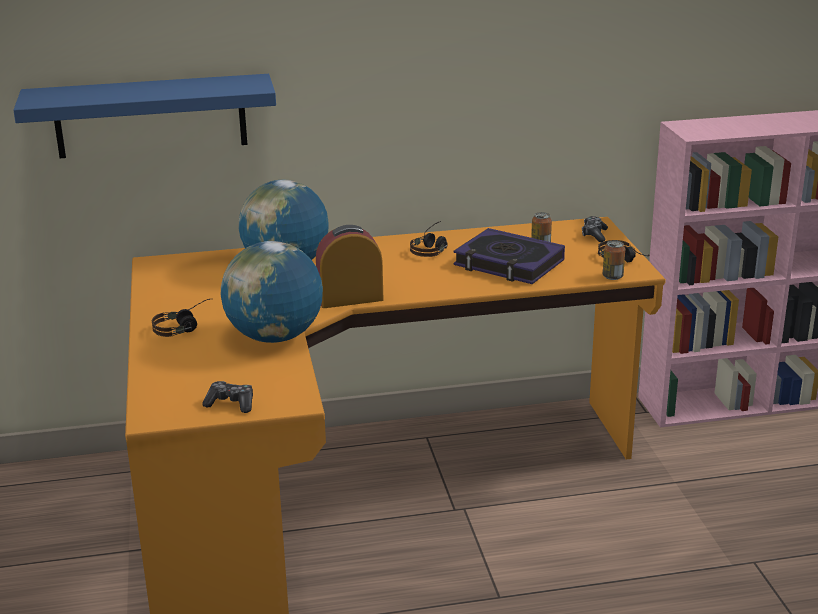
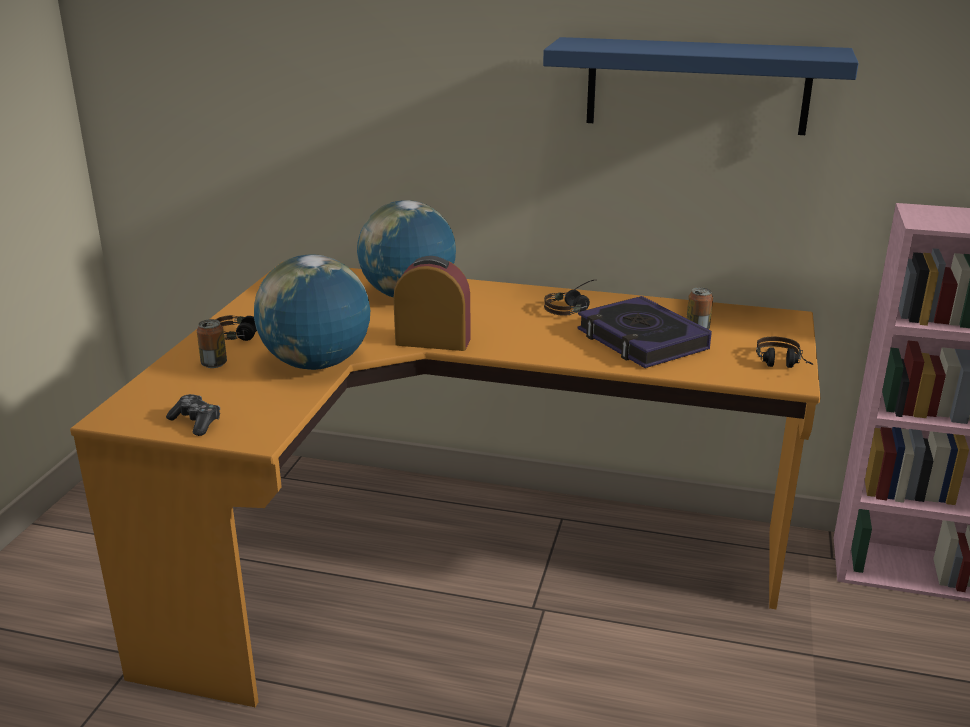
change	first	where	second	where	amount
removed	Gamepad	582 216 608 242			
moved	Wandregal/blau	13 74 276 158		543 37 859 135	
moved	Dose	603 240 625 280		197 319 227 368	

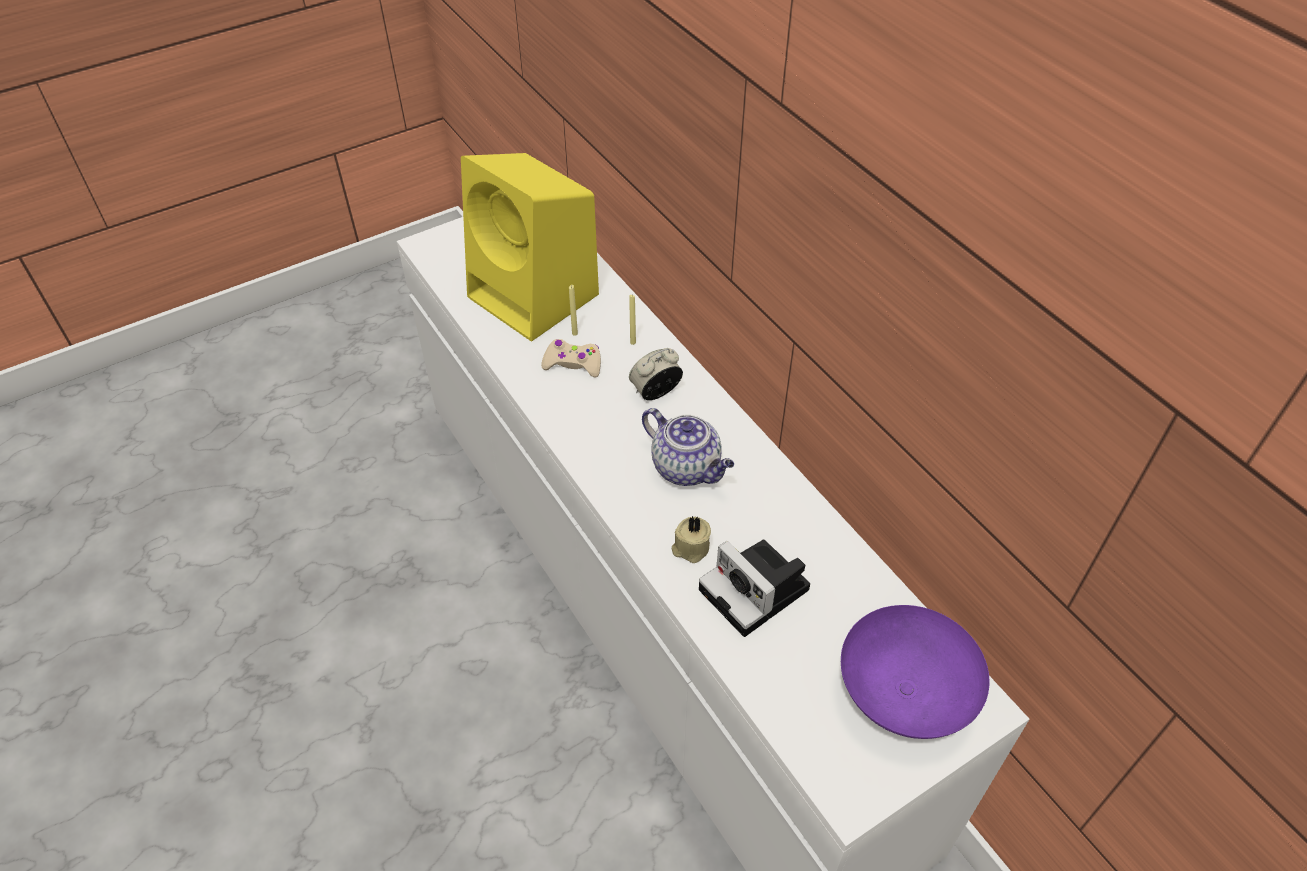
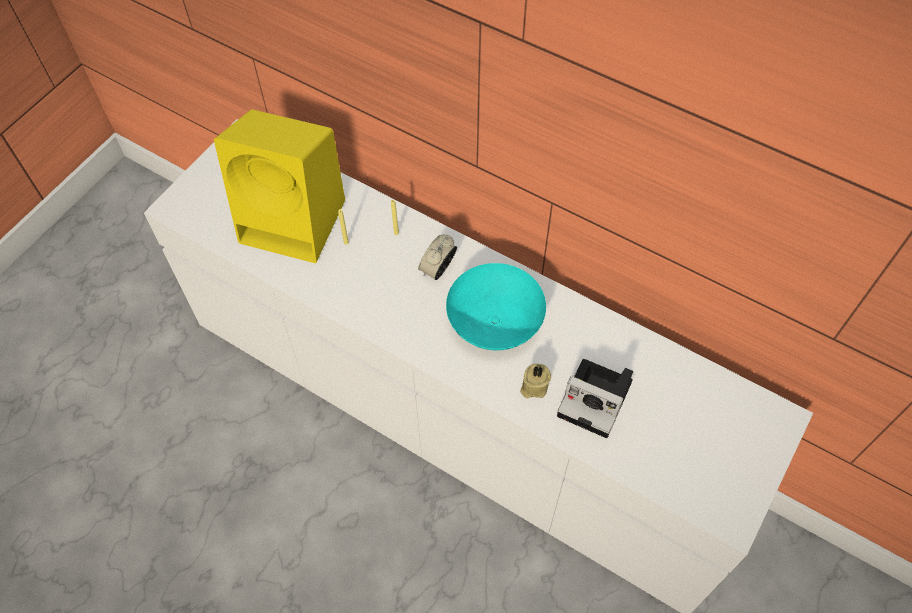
change	first	where	second	where	amount
removed	Gamepad/beige	541 339 601 377			
removed	Schüssel/lila	841 605 990 739			
replaced	Teekanne	642 408 734 486	Schüssel/türkis	446 263 546 350	

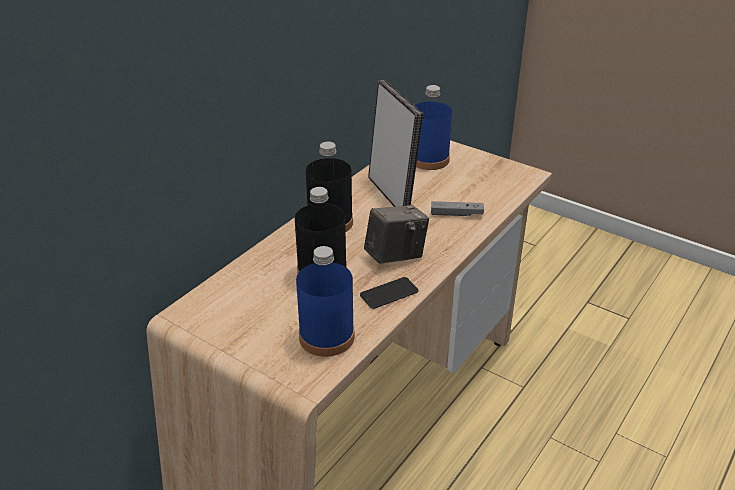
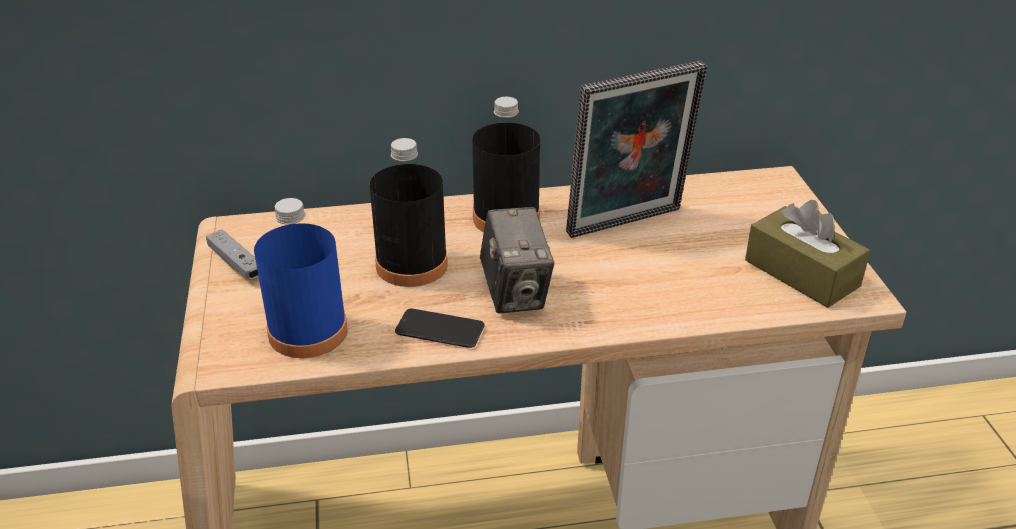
change	first	where	second	where	amount
removed	Flasche/blau	414 85 452 170			
added			Taschentuchbox/braun	745 200 870 308	
moved	Gamepad/grau	431 201 484 216		206 230 259 280	
turned	Kamera	364 205 429 264		480 207 554 314	60 degrees clockwise
turned	Bilderrahmen	368 80 423 207		566 61 707 238	45 degrees clockwise

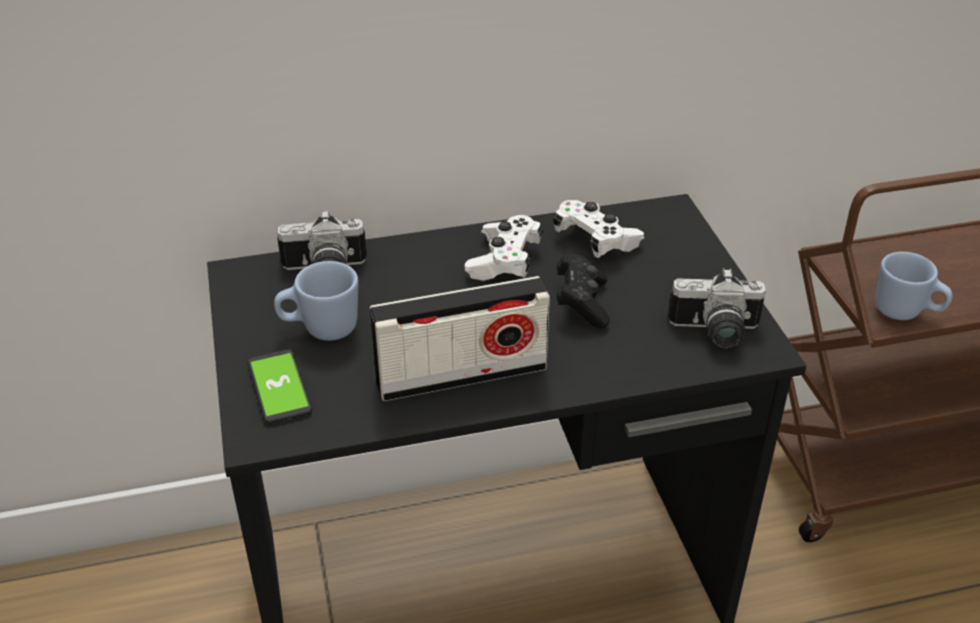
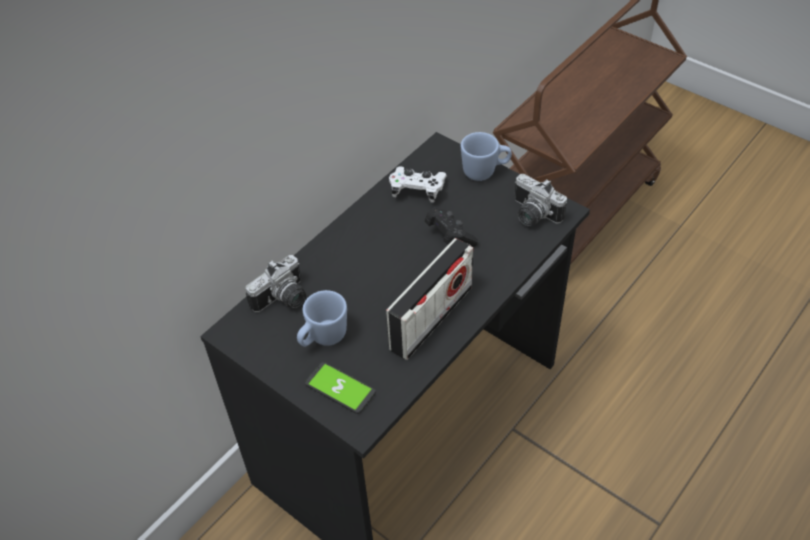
change	first	where	second	where	amount
removed	Gamepad/weiß	465 215 544 281			
moved	Henkelbecher/blau	876 252 952 320		461 132 512 181	
turned	Kamera	668 268 766 348		515 174 567 226	75 degrees clockwise

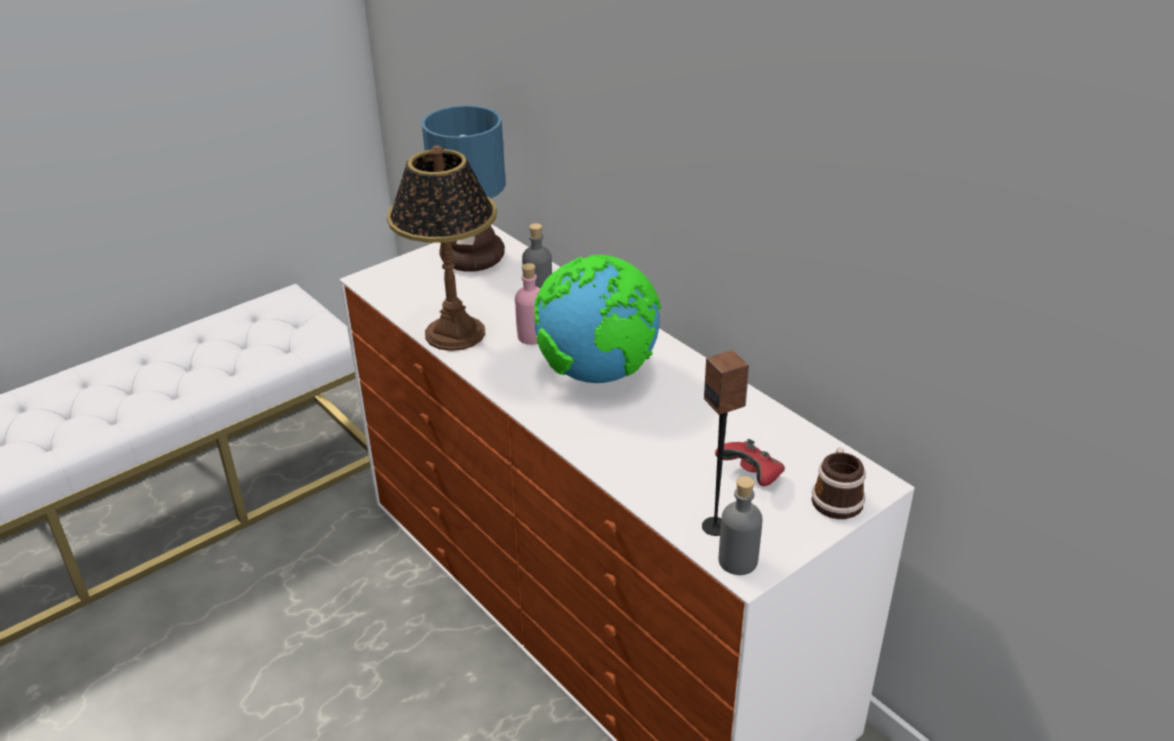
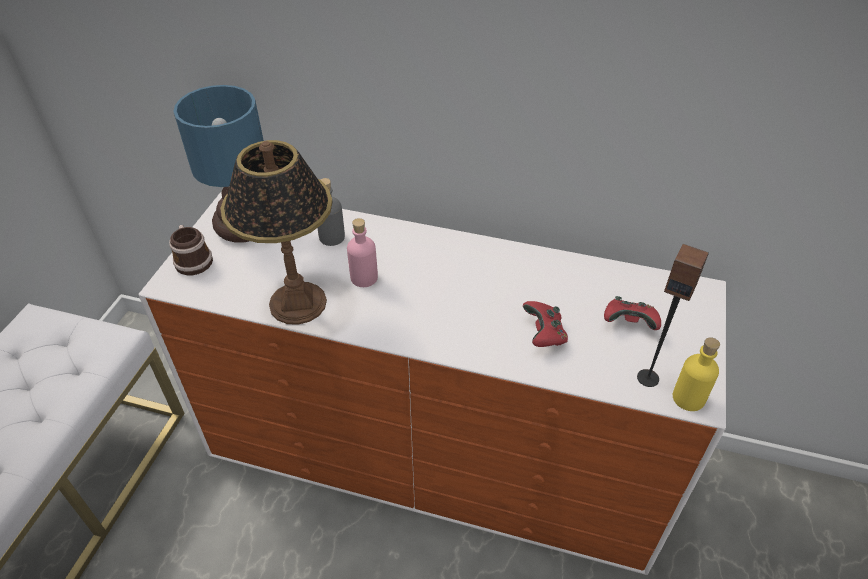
change	first	where	second	where	amount
removed	Globus	534 254 661 383			
added			Gamepad/rot	523 301 568 347	
moved	Henkelbecher	812 448 866 519		169 225 213 275	
recoloured	Flasche/grau	719 476 763 575	Flasche/gelb	673 337 720 411	

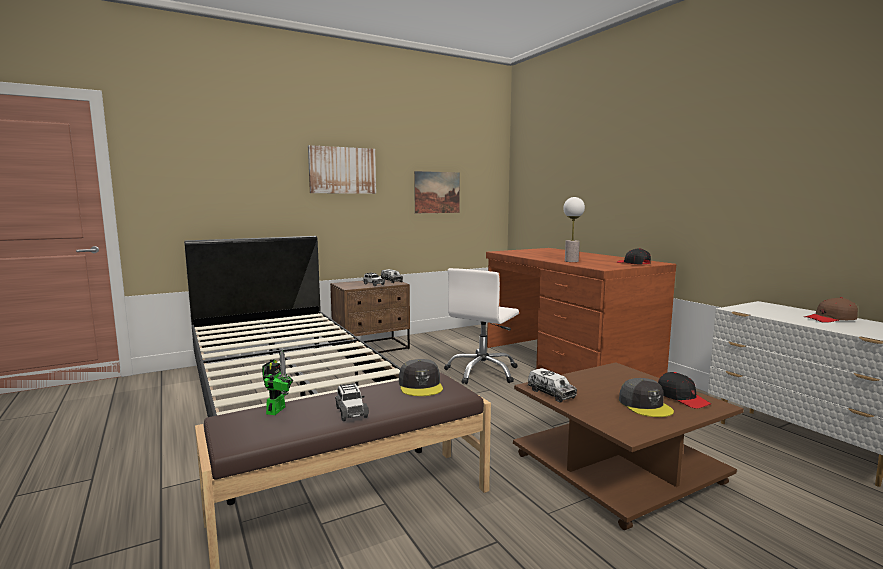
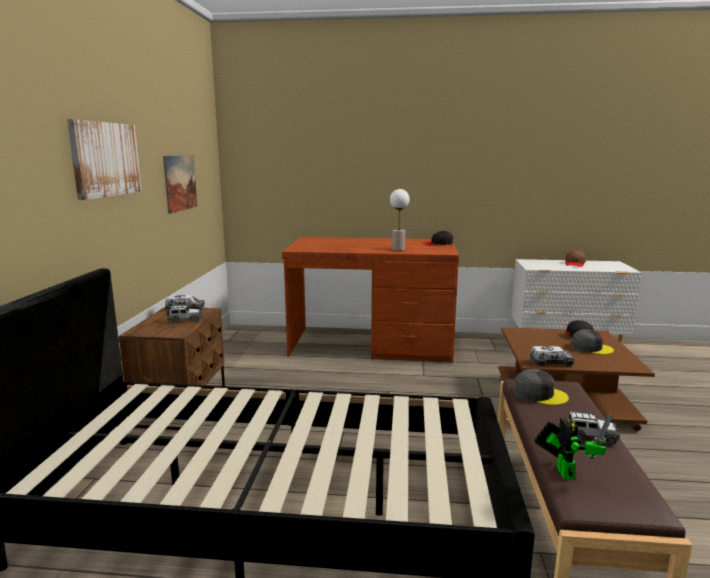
change	first	where	second	where	amount
removed	Bürostuhl/weiß	444 268 519 384			
turned	Spielzeugroboter	262 351 293 415		534 413 613 480	45 degrees clockwise

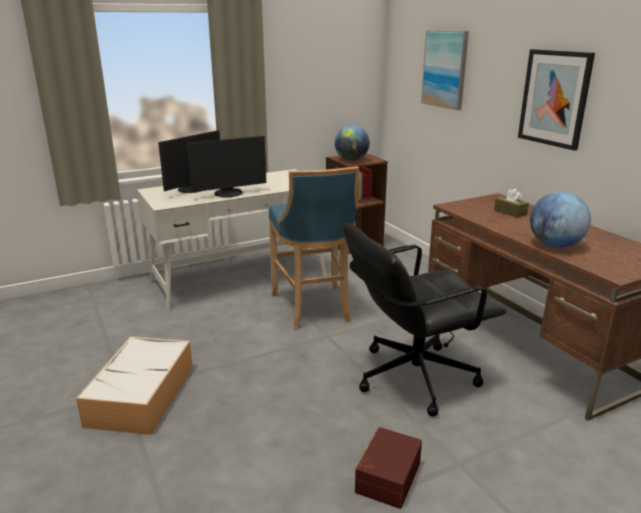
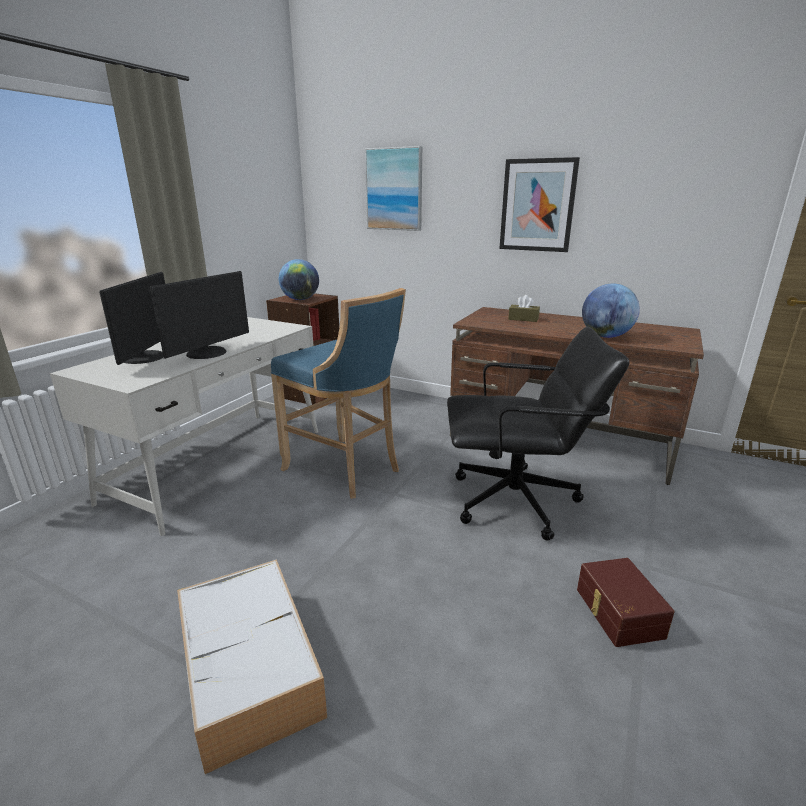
change	first	where	second	where	amount
turned	Bürostuhl/schwarz	342 223 507 417		447 327 630 541	120 degrees counterclockwise

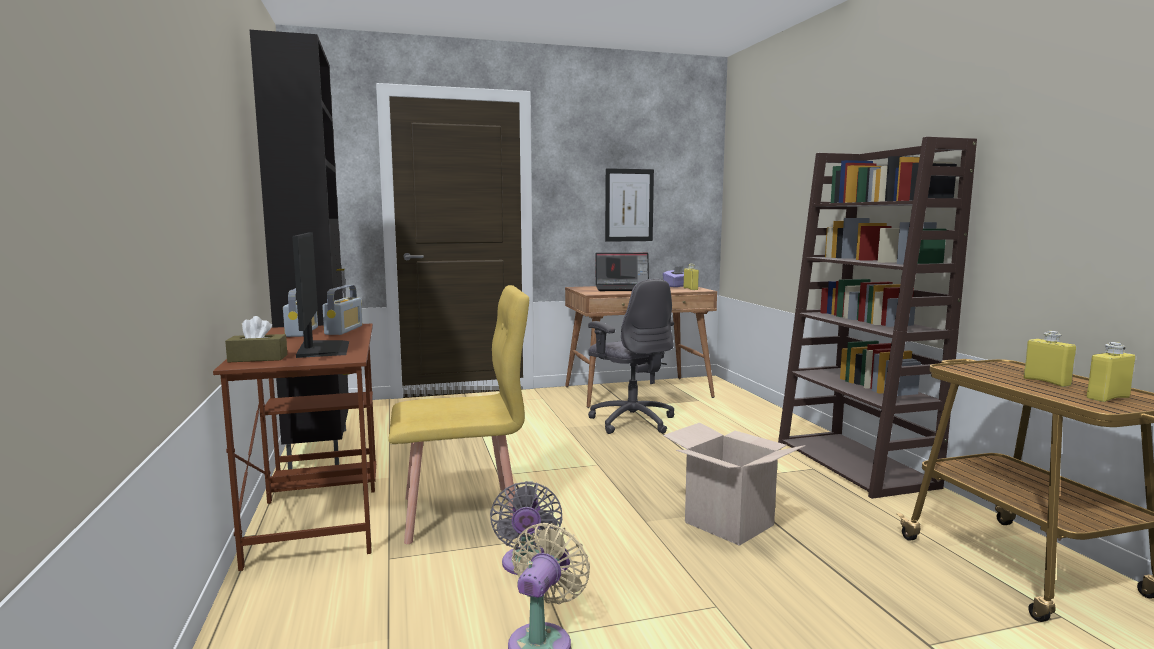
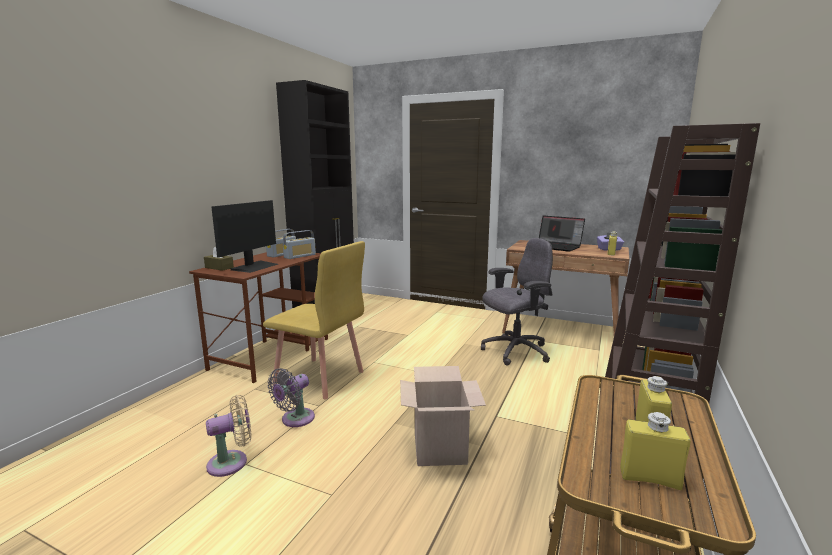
change	first	where	second	where	amount
removed	Bild	605 168 654 242			
turned	Bürostuhl/grau	588 279 674 434		481 238 553 366	120 degrees counterclockwise

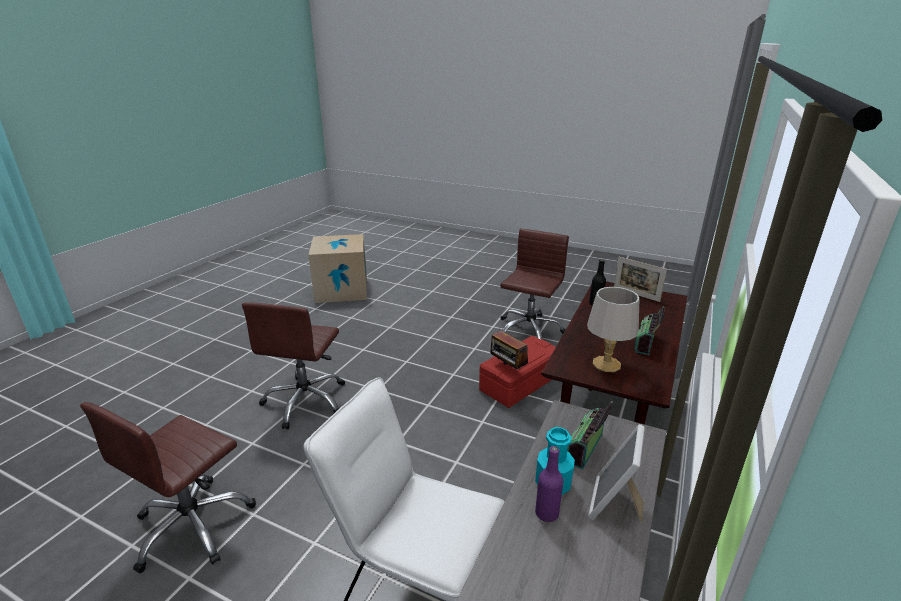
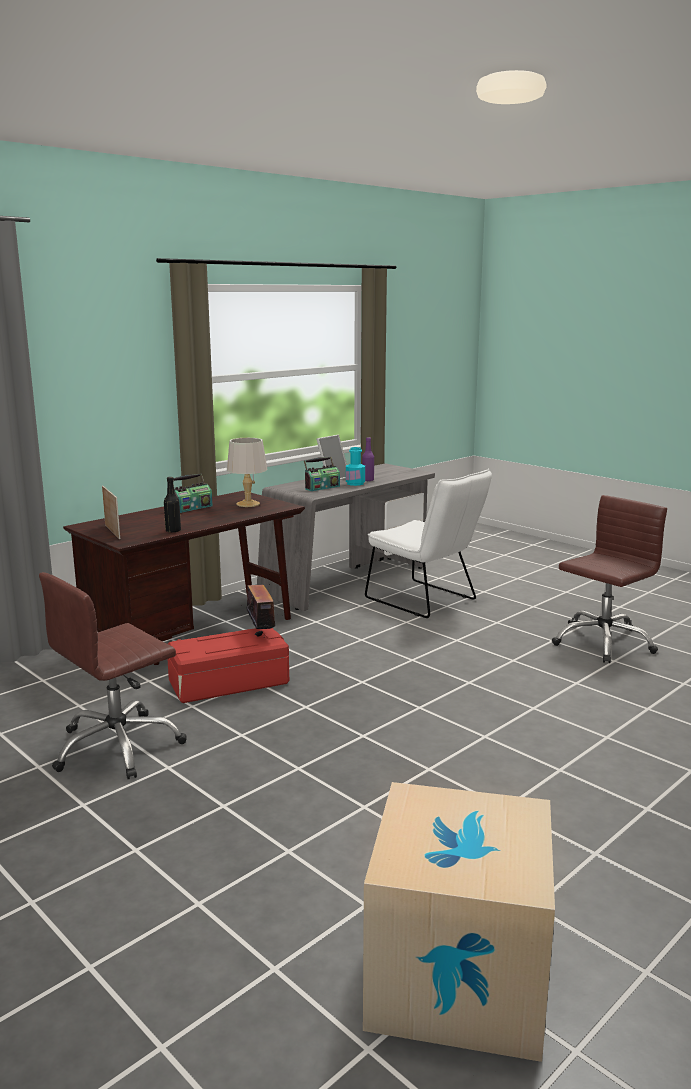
change	first	where	second	where	amount
removed	Bürostuhl/braun	242 302 345 430			

